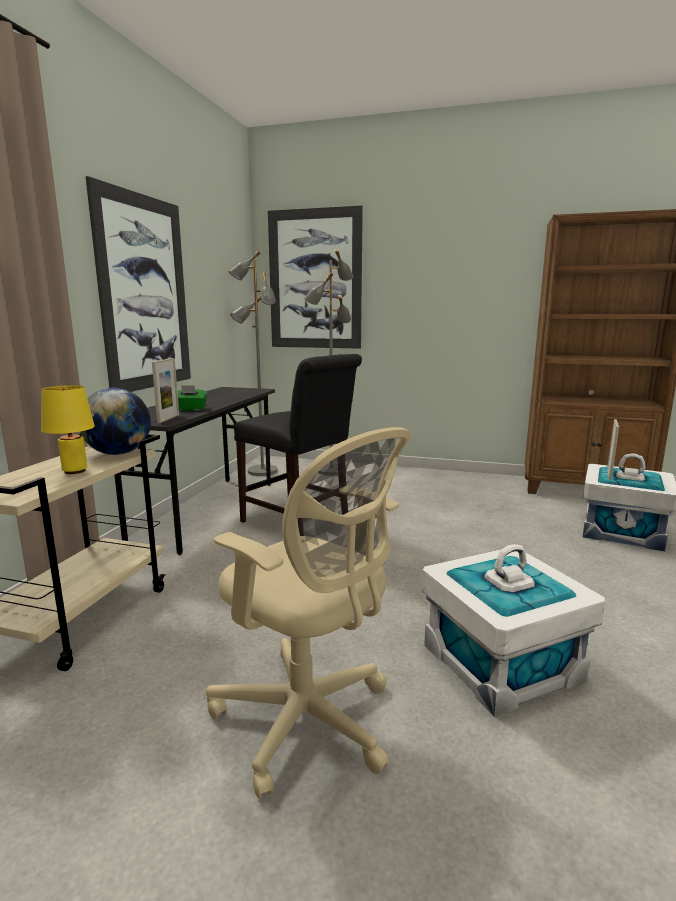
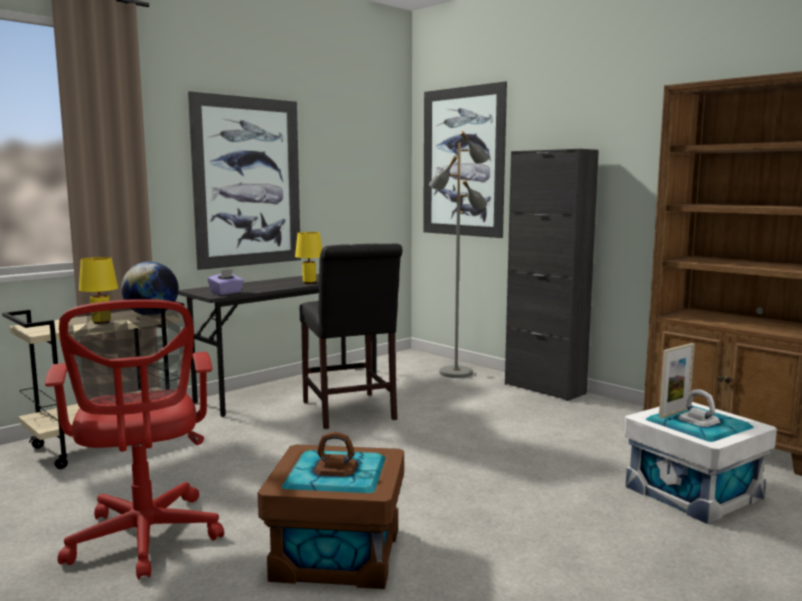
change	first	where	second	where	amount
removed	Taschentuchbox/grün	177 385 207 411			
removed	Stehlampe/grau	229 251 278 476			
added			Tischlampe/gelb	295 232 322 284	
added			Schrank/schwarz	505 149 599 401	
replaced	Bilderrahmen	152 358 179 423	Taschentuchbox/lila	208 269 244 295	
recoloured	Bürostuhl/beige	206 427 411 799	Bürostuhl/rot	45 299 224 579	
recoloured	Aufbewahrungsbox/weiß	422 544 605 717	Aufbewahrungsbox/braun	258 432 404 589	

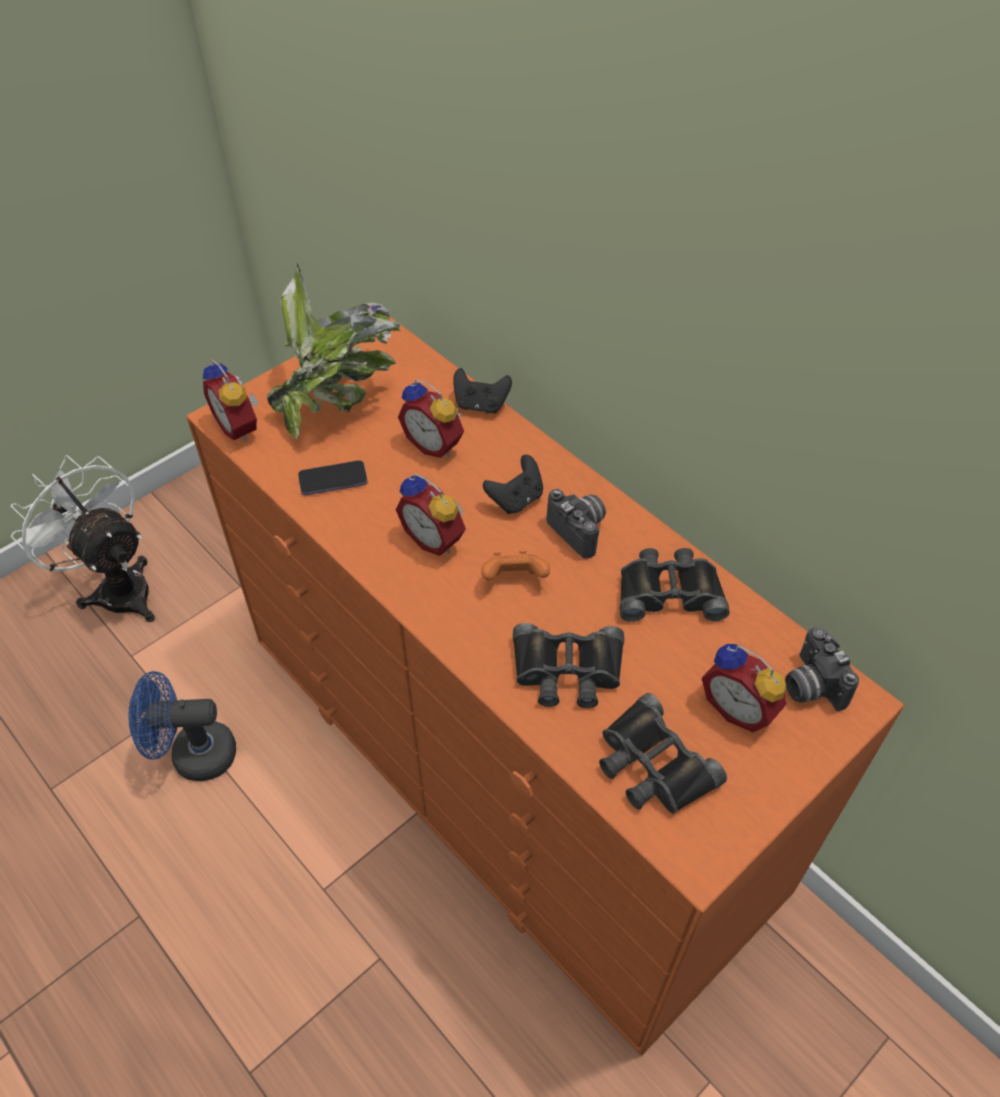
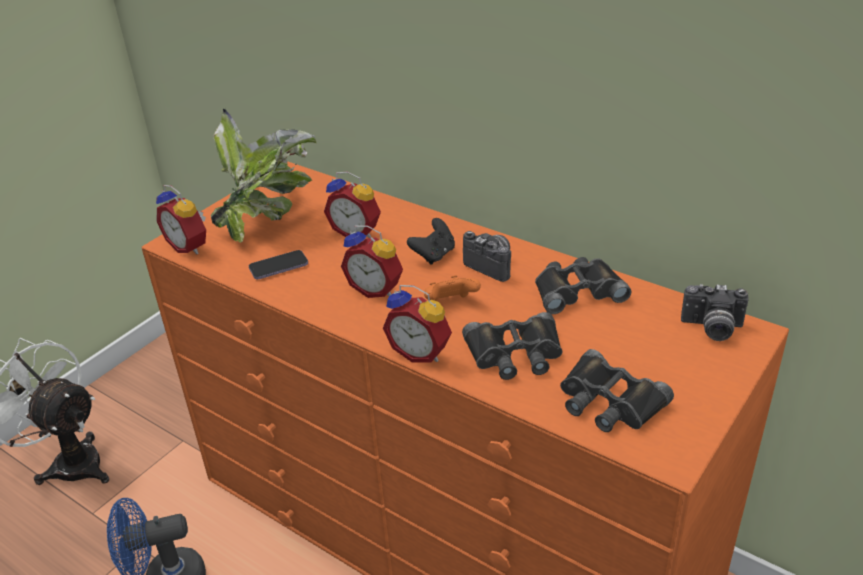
change	first	where	second	where	amount
removed	Gamepad/schwarz	453 368 512 414			
moved	Wecker	702 644 787 732		383 285 452 363	
turned	Kamera	785 627 859 711		681 284 749 341	45 degrees counterclockwise

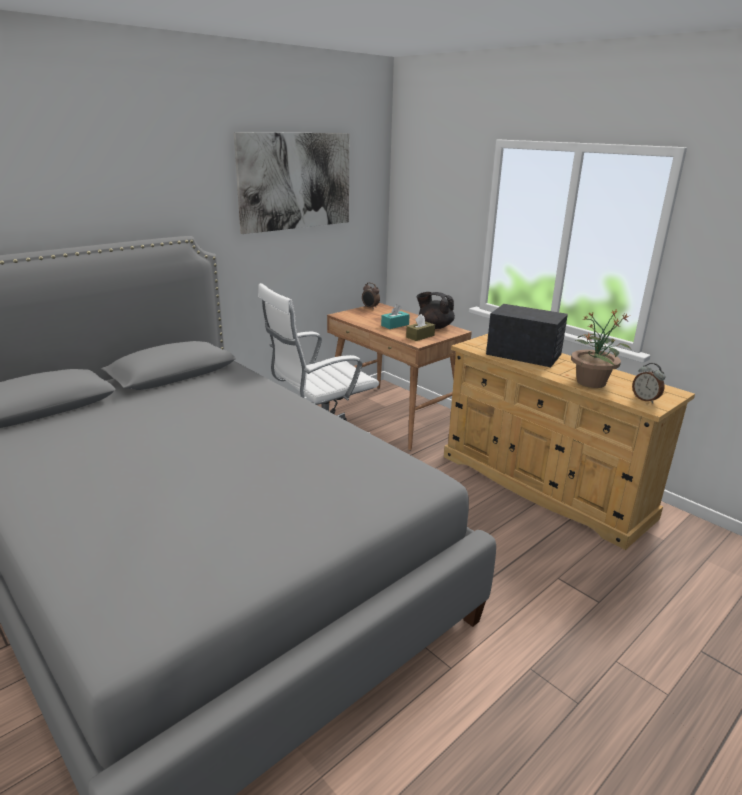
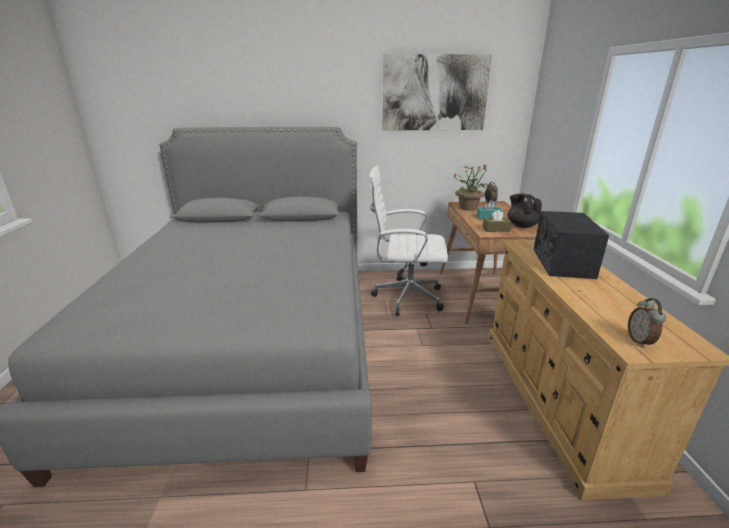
change	first	where	second	where	amount
moved	Topfpflanze	571 310 631 388		454 165 490 211	
turned	Radio	486 304 568 367		534 211 609 279	150 degrees counterclockwise

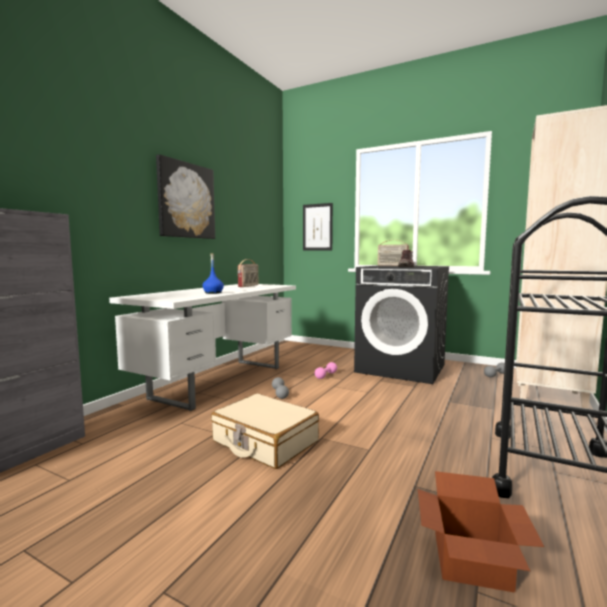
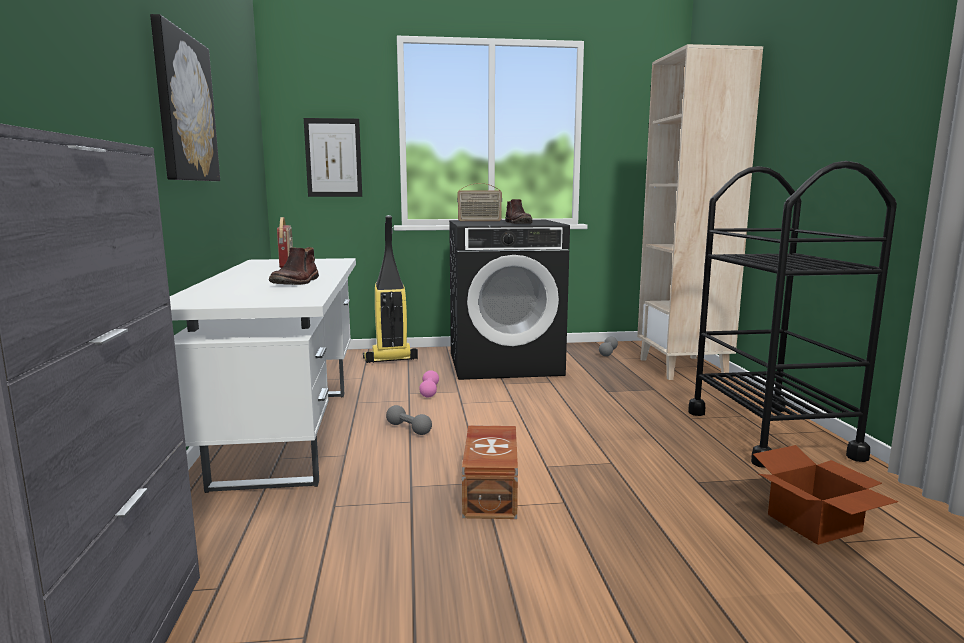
change	first	where	second	where	amount
added			Staubsauger	363 215 418 363	
replaced	Flasche/blau	202 253 224 294	Stiefel/braun	269 247 319 285	
replaced	Koffer/beige	211 393 319 469	Aufbewahrungsbox/braun	462 425 518 519	

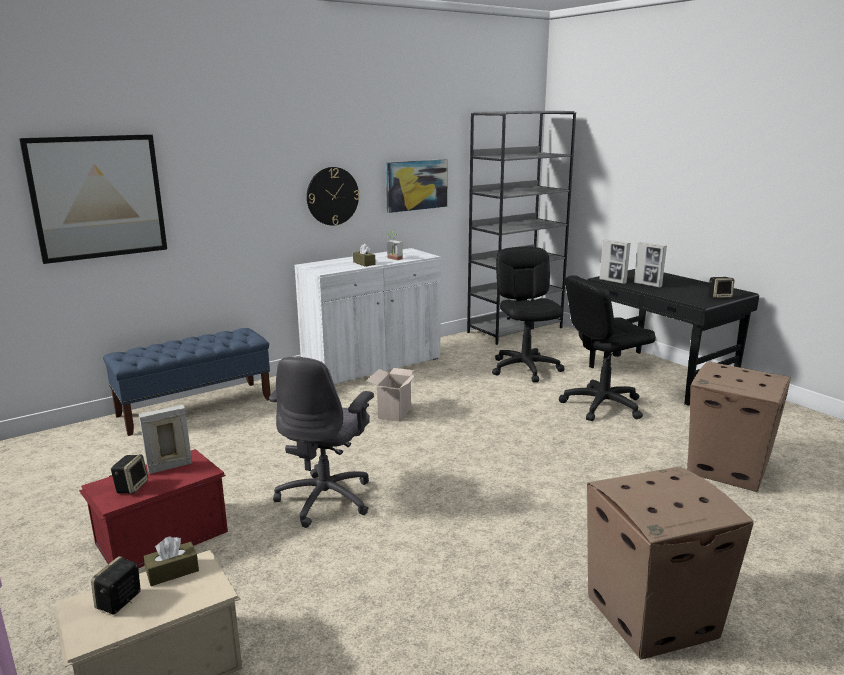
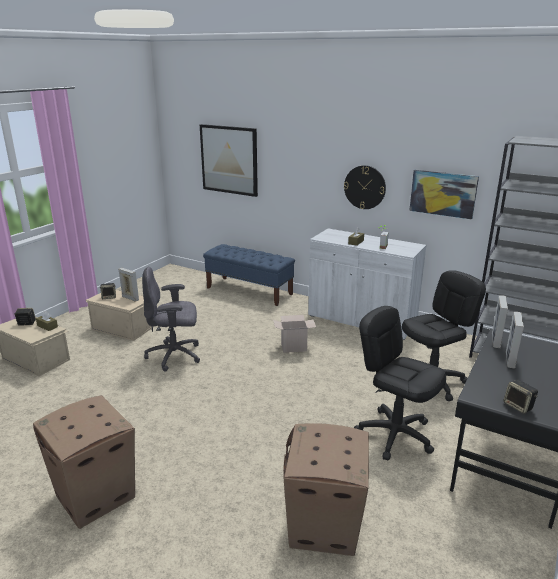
change	first	where	second	where	amount
recoloured	Aufbewahrungsbox/rot	79 449 228 568	Aufbewahrungsbox/beige	86 290 154 341	

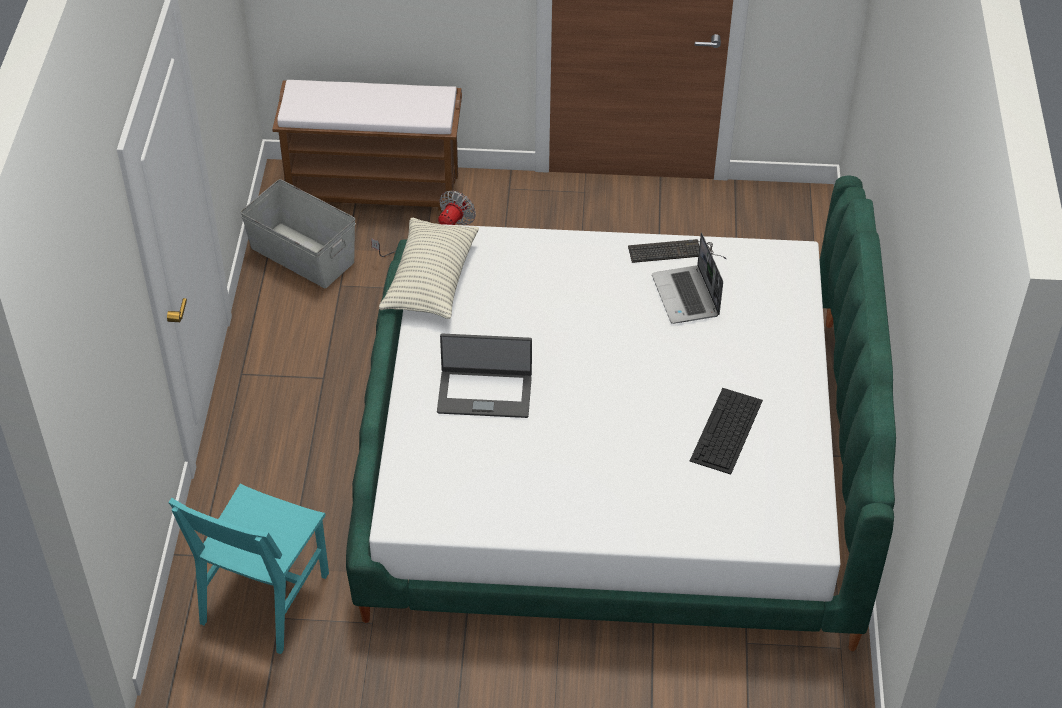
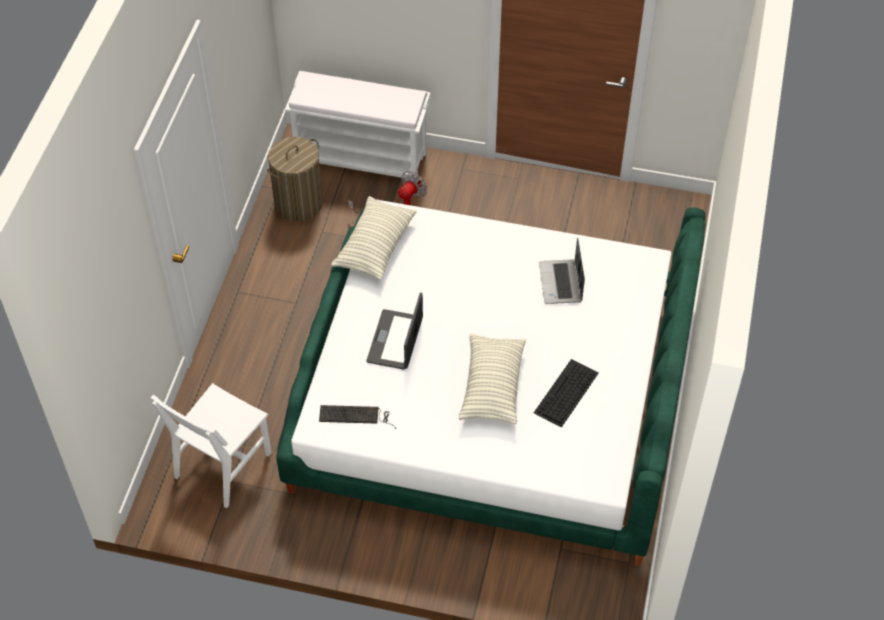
change	first	where	second	where	amount
added			Kissen	459 333 526 424	
moved	Tastatur	628 239 726 263		319 405 396 429	
replaced	Aufbewahrungsbox/grau	240 179 356 288	Wäschekorb	267 137 323 221	
recoloured	Stuhl/türkis	168 484 329 654	Stuhl/weiß	151 383 272 508	
recoloured	Bank/braun	272 80 462 211	Bank/weiß	285 71 431 180	
turned	Laptop	437 334 532 418		366 292 423 370	90 degrees clockwise

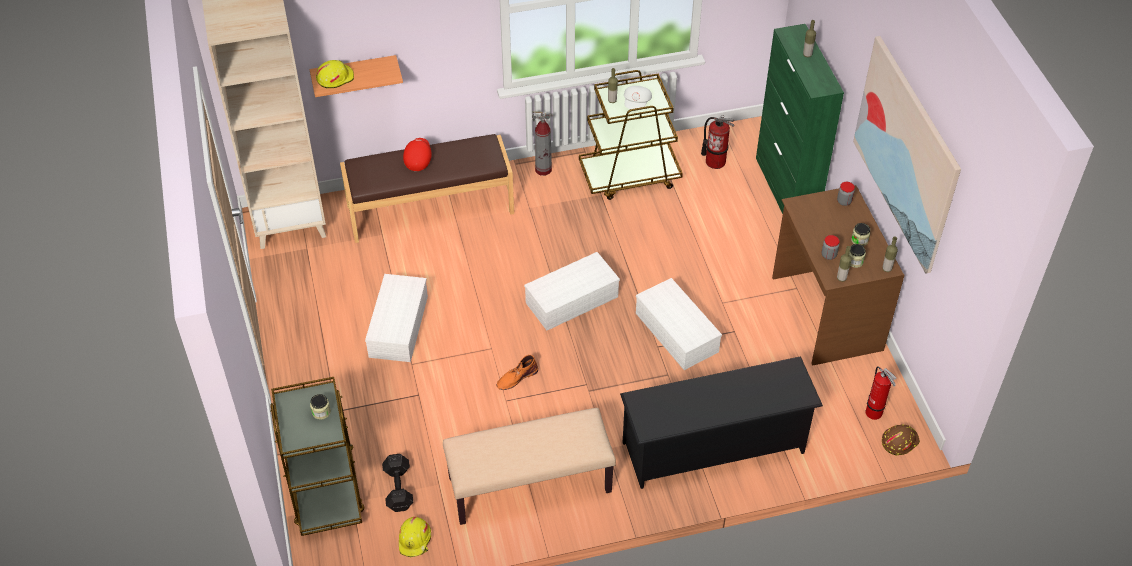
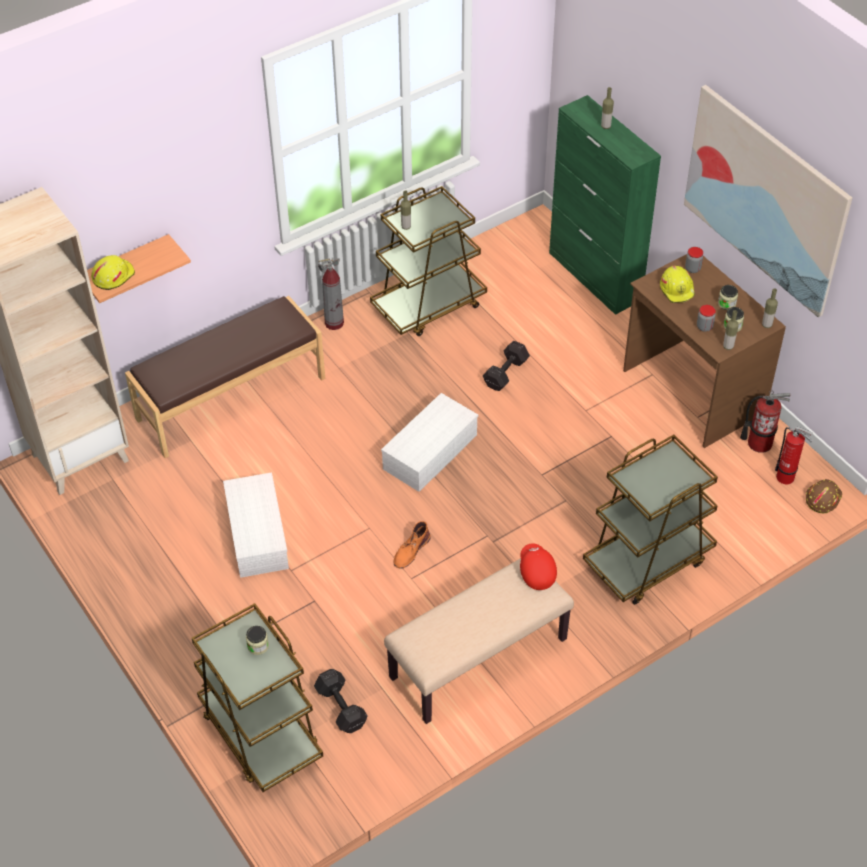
change	first	where	second	where	amount
removed	Kappe/weiß	624 86 652 110			
removed	Aufbewahrungsbox/weiß	636 278 722 370			
added			Hantel/schwarz	483 341 530 391	
moved	Schutzhelm/gelb	399 517 431 557		660 266 695 303	
moved	Kappe/rot	403 138 431 171		520 543 557 590	
moved	Feuerlöscher	701 115 734 169		740 390 790 453	
replaced	Schuhregal/schwarz	620 356 823 489	Rollwagen/braun	583 435 718 605	

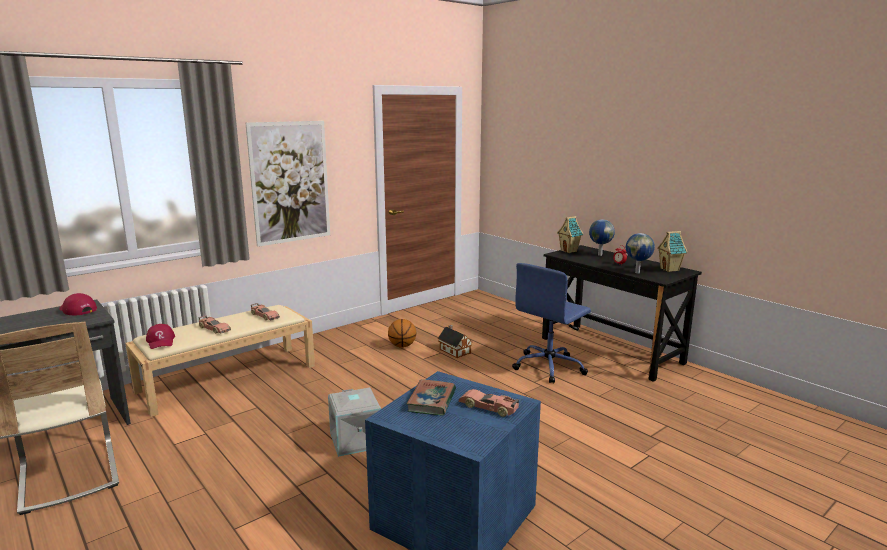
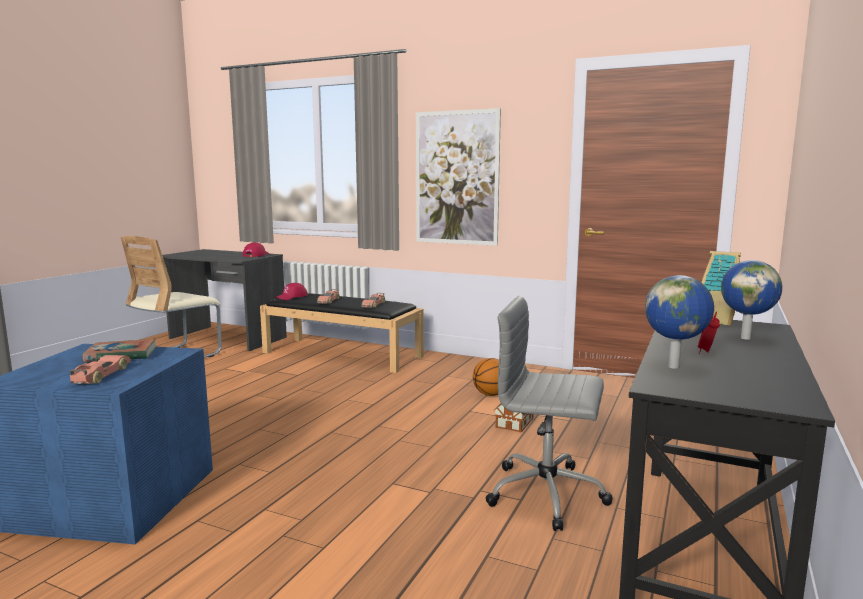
change	first	where	second	where	amount
removed	Aufbewahrungsbox/grau	328 388 381 457			
removed	Spielzeughaus	657 231 687 272			
recoloured	Bank/beige	125 305 315 417	Bank/schwarz	260 293 424 373	
recoloured	Bürostuhl/blau	512 263 591 383	Bürostuhl/grau	486 295 613 531	

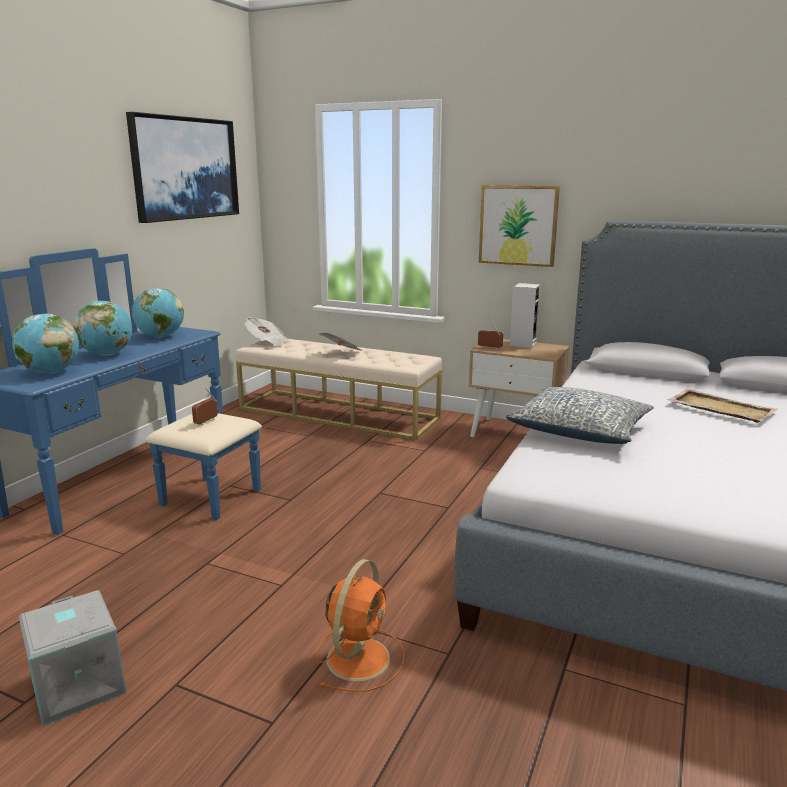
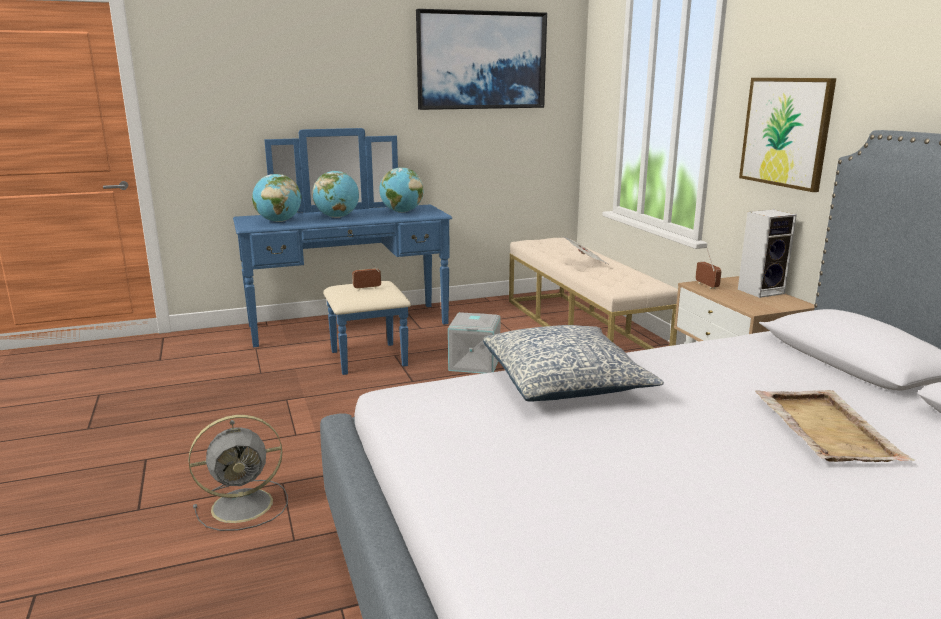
change	first	where	second	where	amount
removed	Zeitung	244 317 287 346			
moved	Aufbewahrungsbox/grau	19 590 126 726		448 312 501 374	
recoloured	Ventilator/orange	316 559 405 691	Ventilator/grau	189 415 288 531	

